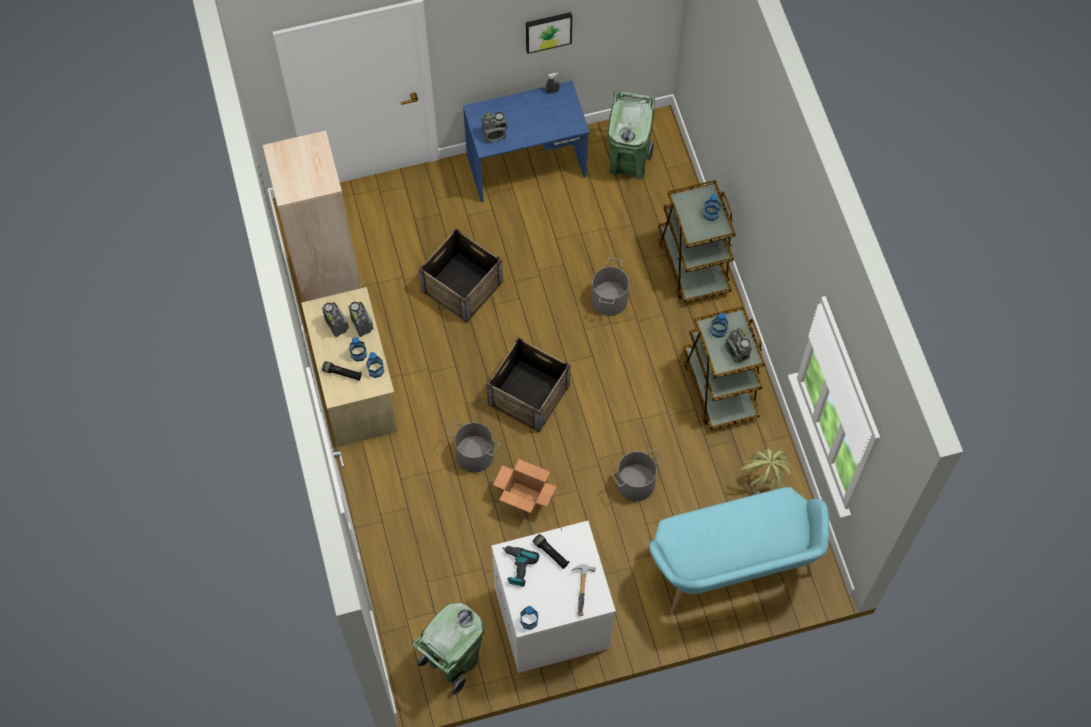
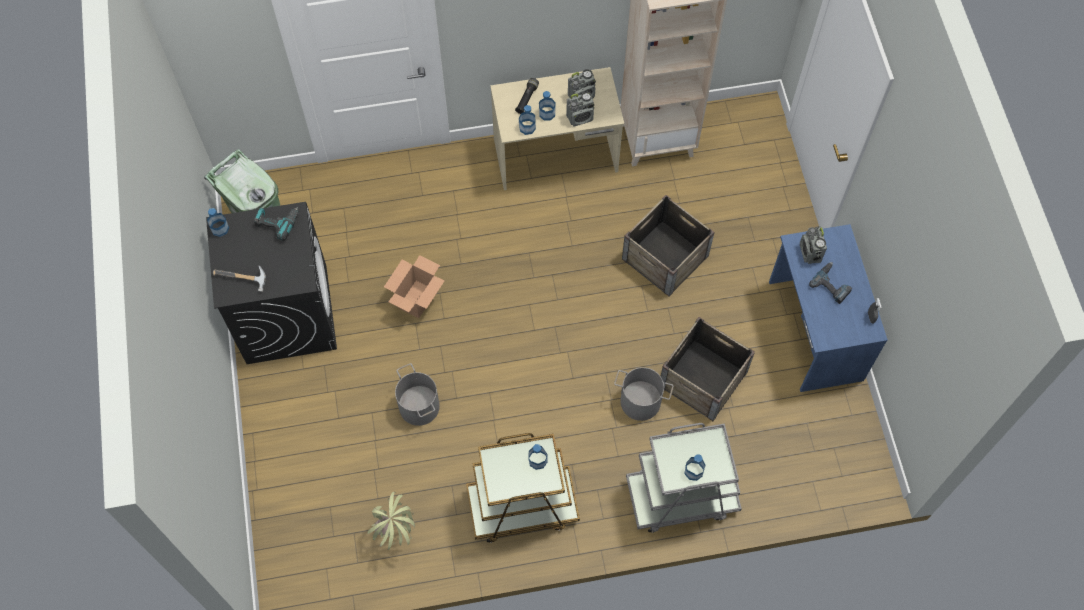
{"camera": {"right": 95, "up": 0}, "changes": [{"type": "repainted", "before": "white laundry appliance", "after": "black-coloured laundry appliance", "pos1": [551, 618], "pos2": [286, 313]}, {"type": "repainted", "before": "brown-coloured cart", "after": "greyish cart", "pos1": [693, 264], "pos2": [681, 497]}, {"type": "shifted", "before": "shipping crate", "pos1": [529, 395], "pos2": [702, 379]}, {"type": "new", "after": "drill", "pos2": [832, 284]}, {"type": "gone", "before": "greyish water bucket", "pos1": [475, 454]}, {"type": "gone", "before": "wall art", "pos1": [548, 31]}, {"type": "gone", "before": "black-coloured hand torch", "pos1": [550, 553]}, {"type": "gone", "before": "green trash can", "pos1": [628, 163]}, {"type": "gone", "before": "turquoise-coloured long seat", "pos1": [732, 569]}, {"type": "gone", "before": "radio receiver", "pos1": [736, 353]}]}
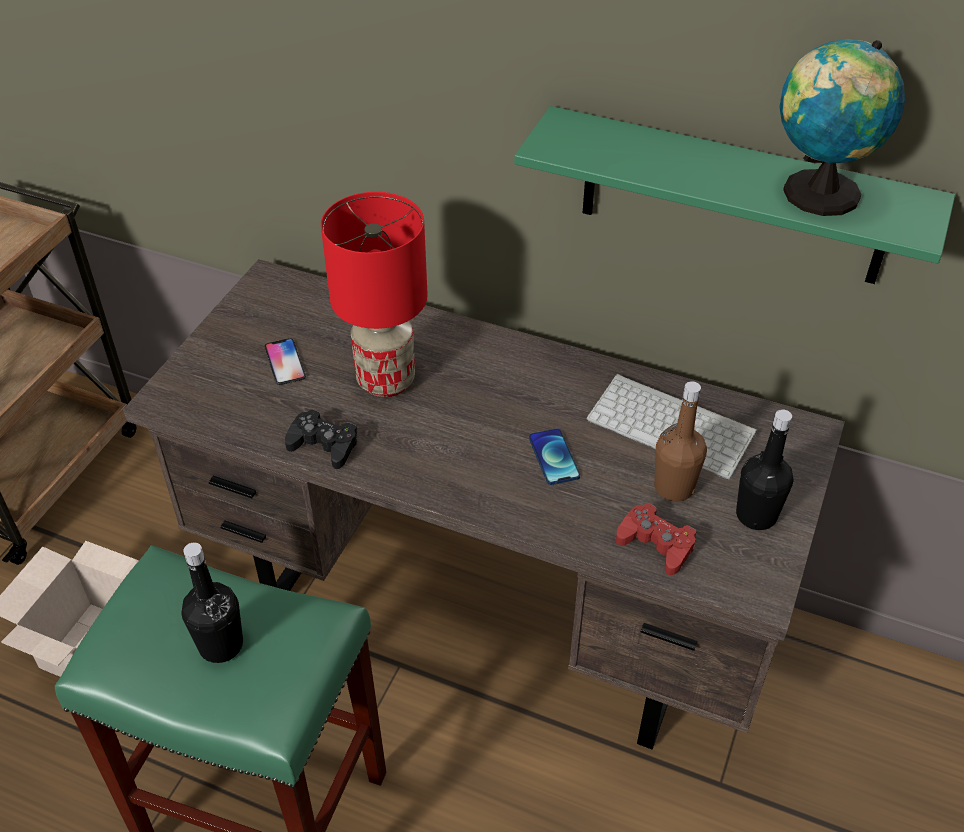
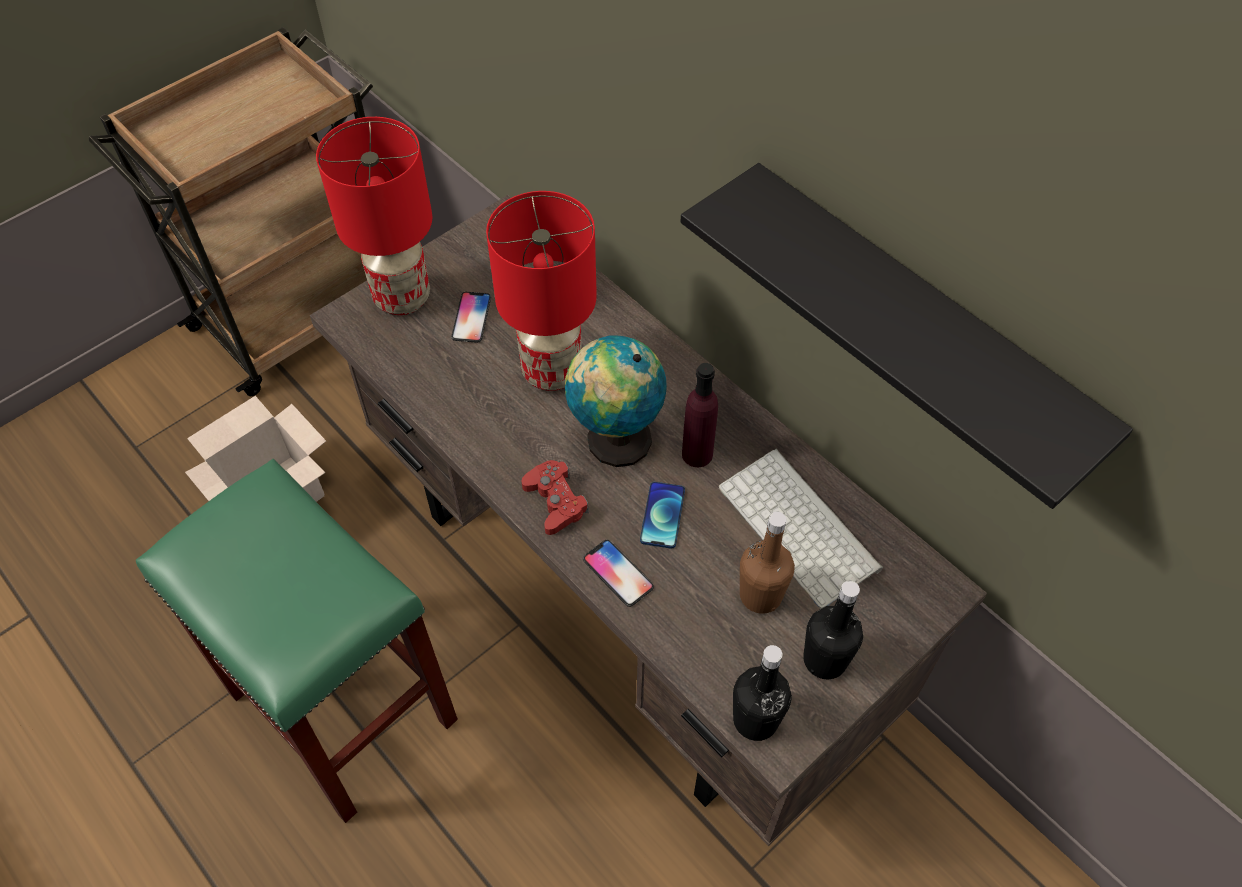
{"camera": {"right": 25, "up": 10}, "changes": [{"type": "new", "after": "red-coloured lamp for a table", "pos2": [401, 297]}, {"type": "shifted", "before": "red-coloured gamepad", "pos1": [656, 544], "pos2": [555, 501]}, {"type": "shifted", "before": "world globe", "pos1": [816, 195], "pos2": [614, 440]}, {"type": "new", "after": "telephone", "pos2": [618, 573]}, {"type": "repainted", "before": "green wall shelf", "after": "black-coloured wall shelf", "pos1": [733, 198], "pos2": [915, 329]}, {"type": "new", "after": "purplish drink bottle", "pos2": [697, 454]}, {"type": "shifted", "before": "black-coloured drink bottle", "pos1": [221, 645], "pos2": [755, 719]}, {"type": "gone", "before": "black-coloured gamepad", "pos1": [323, 445]}]}
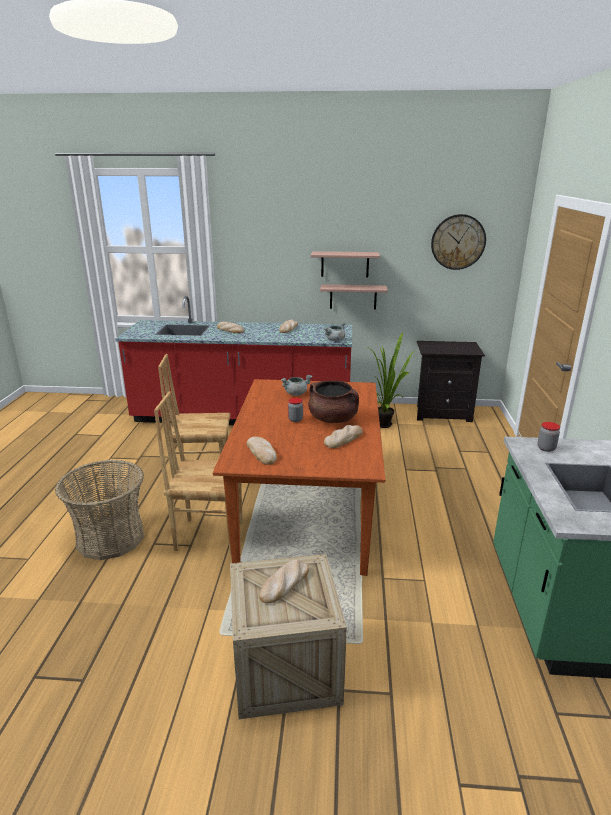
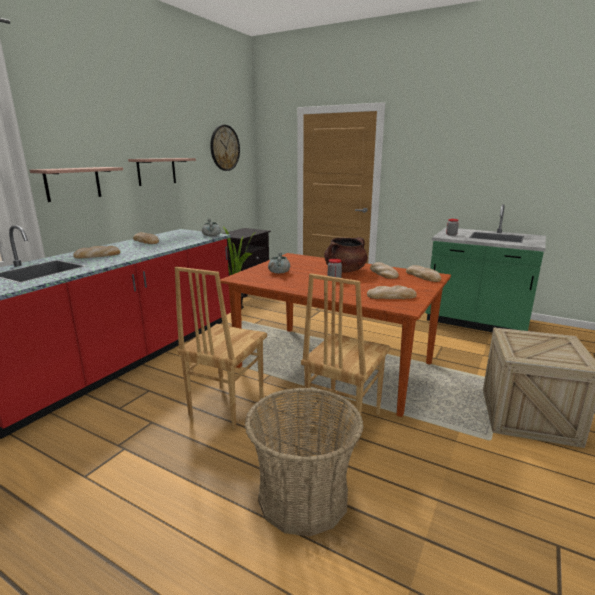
{"camera": {"right": -65, "up": -5}, "changes": [{"type": "shifted", "before": "wall shelf", "pos1": [353, 296], "pos2": [73, 183]}, {"type": "shifted", "before": "bakery bread", "pos1": [284, 584], "pos2": [423, 276]}]}
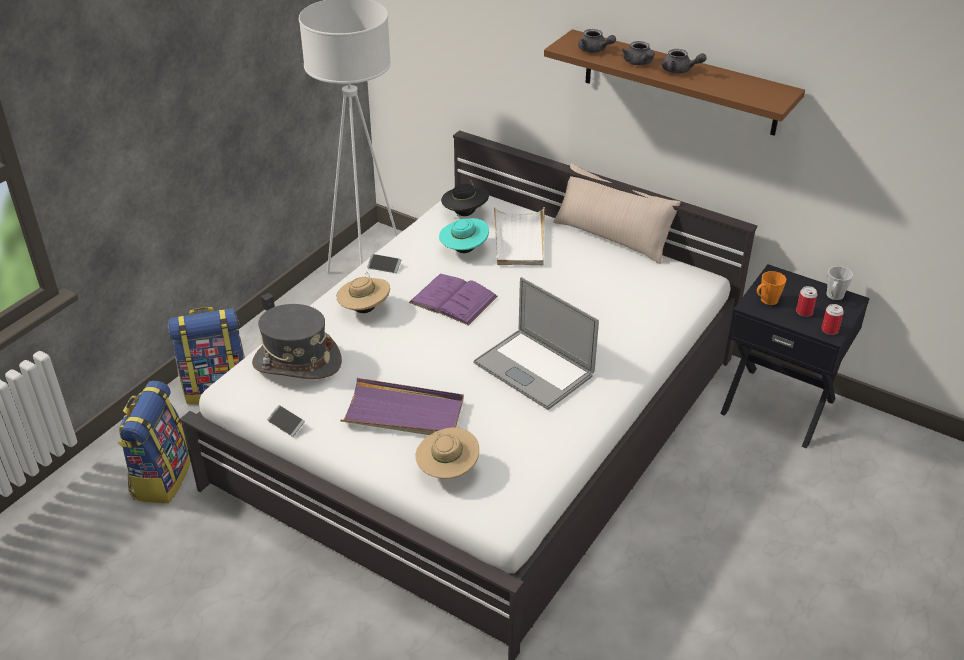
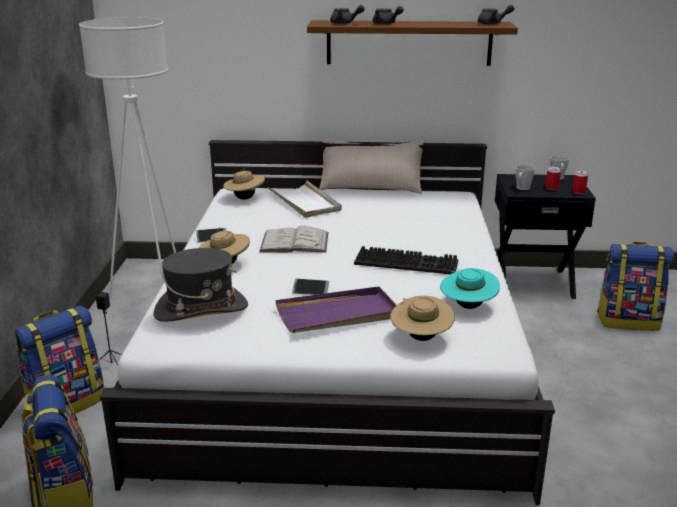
{"camera": {"right": -30, "up": -15}, "changes": [{"type": "repainted", "before": "black-coloured hat", "after": "beige hat", "pos1": [465, 213], "pos2": [244, 198]}, {"type": "repainted", "before": "purplish book", "after": "white book", "pos1": [453, 299], "pos2": [294, 242]}, {"type": "shifted", "before": "telephone", "pos1": [286, 424], "pos2": [310, 290]}, {"type": "swapped", "before": "portable computer", "after": "keyboard", "pos1": [533, 369], "pos2": [408, 263]}, {"type": "shifted", "before": "turquoise-coloured hat", "pos1": [464, 250], "pos2": [467, 306]}, {"type": "shifted", "before": "greyish tea pot", "pos1": [680, 70], "pos2": [493, 24]}, {"type": "repainted", "before": "orange-coloured mug", "after": "greyish mug", "pos1": [766, 301], "pos2": [522, 188]}, {"type": "new", "after": "knapsack", "pos2": [628, 321]}]}
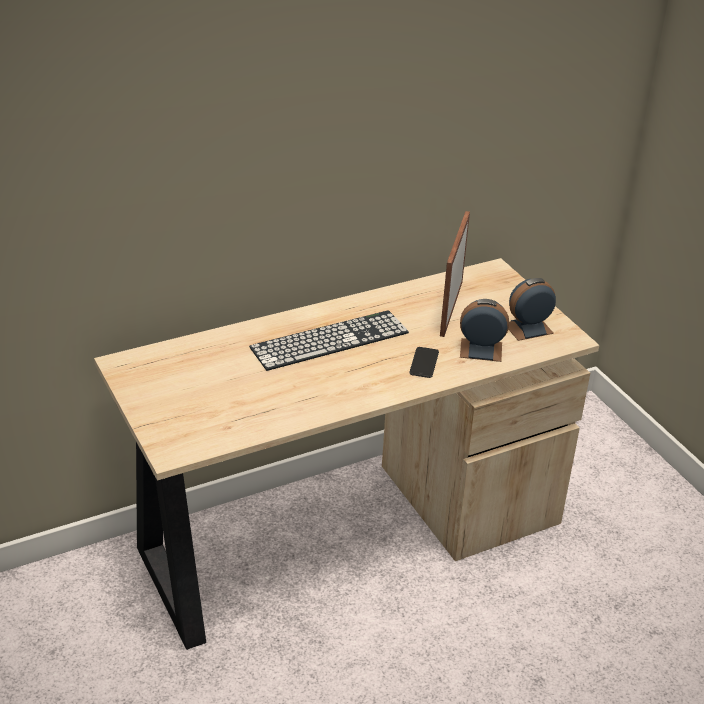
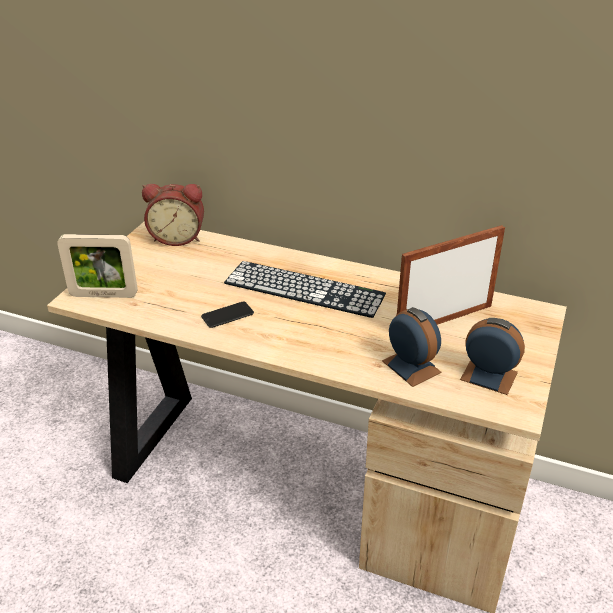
{"camera": {"right": 50, "up": 0}, "changes": [{"type": "new", "after": "picture frame", "pos2": [103, 295]}, {"type": "new", "after": "table clock", "pos2": [178, 237]}, {"type": "shifted", "before": "telephone", "pos1": [424, 363], "pos2": [227, 315]}]}
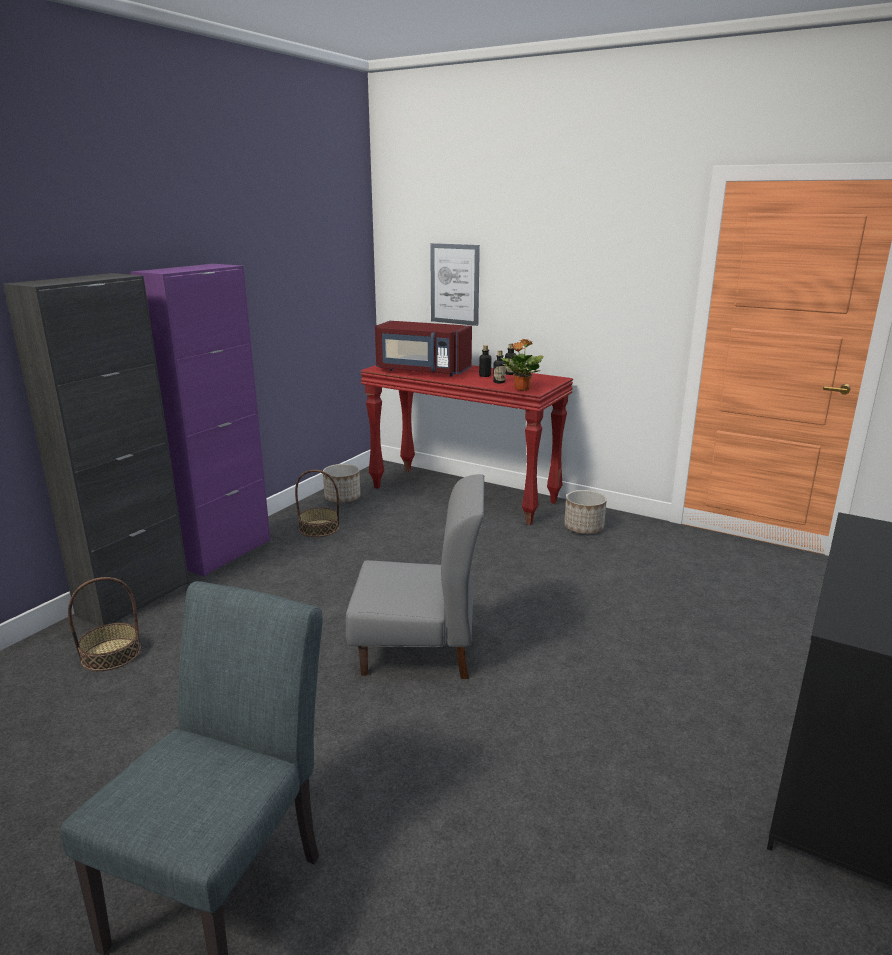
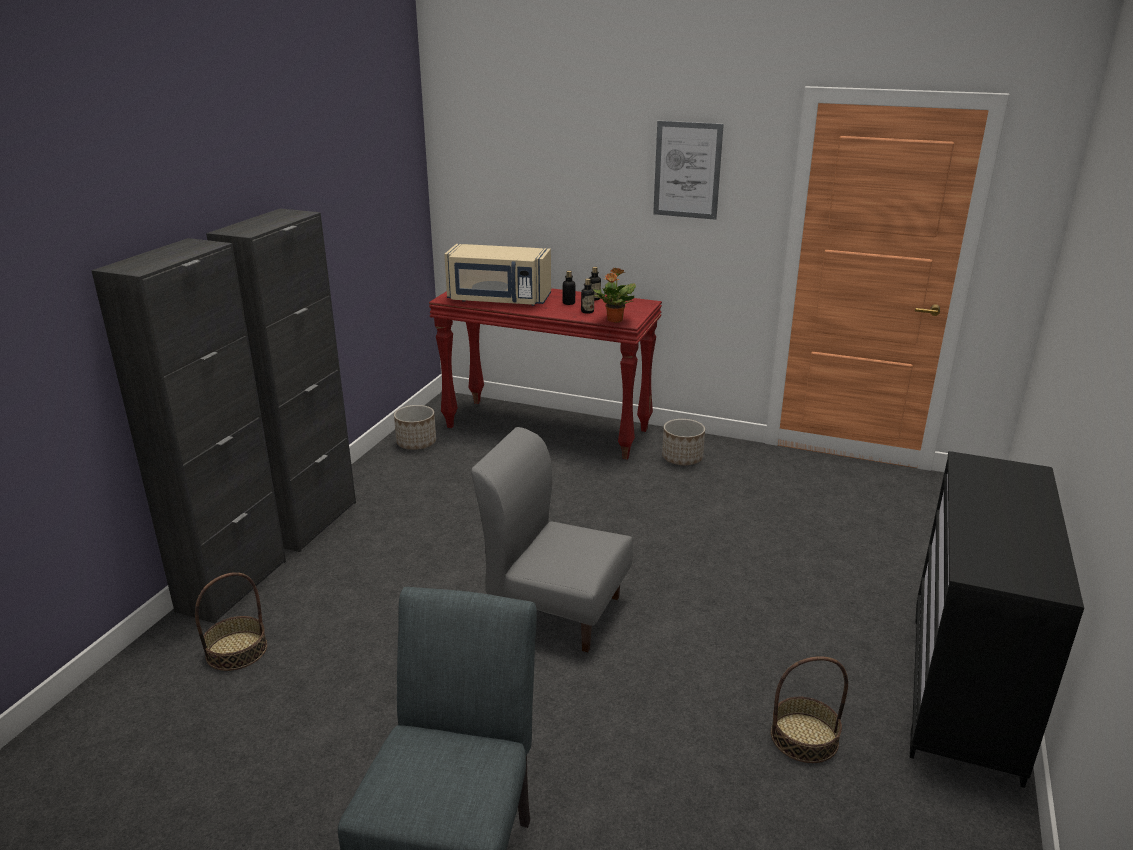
{"camera": {"right": -10, "up": 5}, "changes": [{"type": "repainted", "before": "purplish cupboard", "after": "black-coloured cupboard", "pos1": [224, 553], "pos2": [311, 522]}, {"type": "repainted", "before": "red-coloured microwave", "after": "beige microwave", "pos1": [422, 371], "pos2": [498, 300]}, {"type": "rotated", "before": "greyish plain chair", "pos1": [418, 649], "pos2": [555, 609], "turn": -150}, {"type": "shifted", "before": "wall art", "pos1": [454, 284], "pos2": [687, 170]}, {"type": "shifted", "before": "storage basket", "pos1": [319, 528], "pos2": [804, 737]}]}
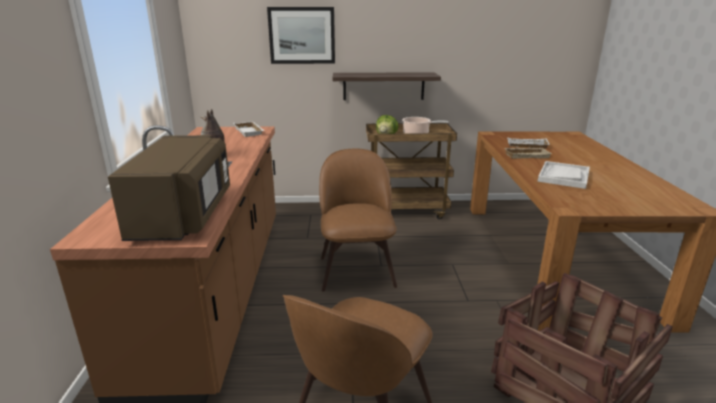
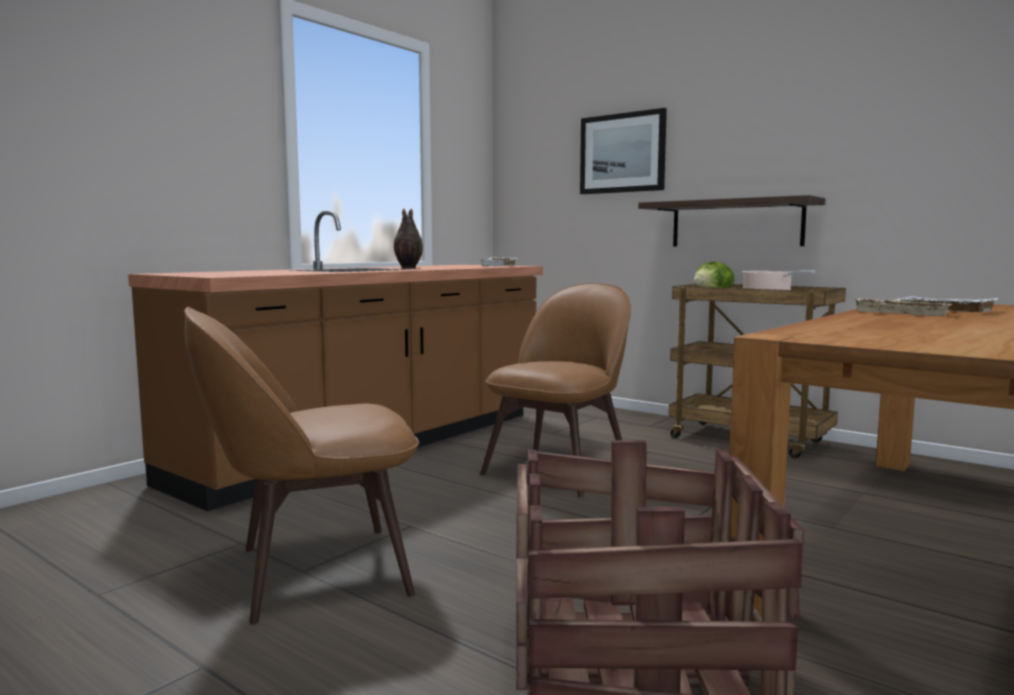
{"camera": {"right": 40, "up": -15}, "changes": [{"type": "gone", "before": "brown-coloured microwave", "pos1": [184, 215]}, {"type": "gone", "before": "white serving tray", "pos1": [563, 176]}]}
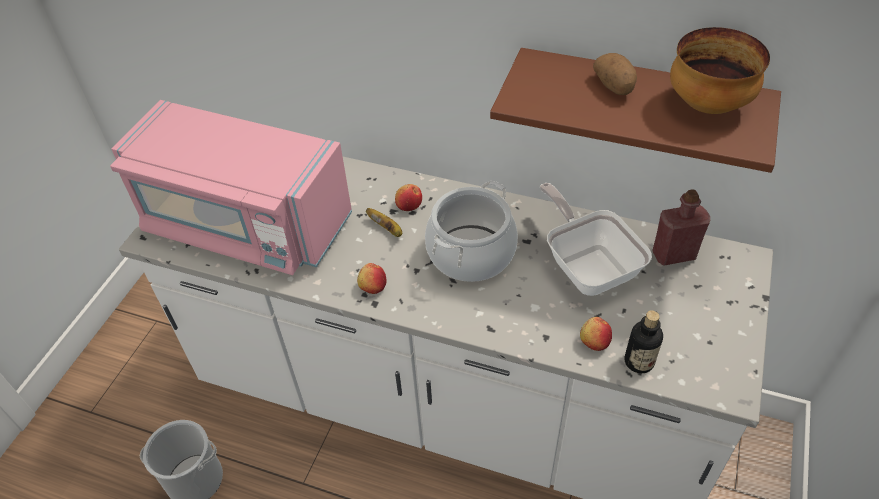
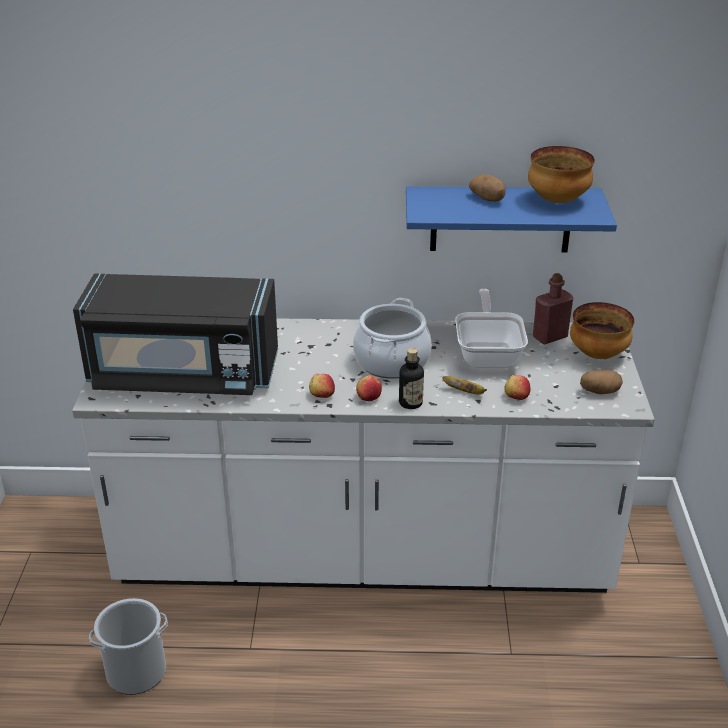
{"camera": {"right": -20, "up": -15}, "changes": [{"type": "repainted", "before": "pinkish microwave", "after": "black-coloured microwave", "pos1": [245, 224], "pos2": [183, 374]}, {"type": "shifted", "before": "whole apple", "pos1": [409, 205], "pos2": [368, 397]}, {"type": "shifted", "before": "drink bottle", "pos1": [639, 361], "pos2": [410, 403]}, {"type": "repainted", "before": "brown-coloured wall shelf", "after": "bluish wall shelf", "pos1": [638, 105], "pos2": [501, 219]}, {"type": "shifted", "before": "banana fruit", "pos1": [387, 229], "pos2": [465, 392]}, {"type": "rotated", "before": "skillet", "pos1": [588, 266], "pos2": [488, 354], "turn": 45}, {"type": "new", "after": "bowl", "pos2": [598, 354]}, {"type": "new", "after": "potato", "pos2": [600, 391]}]}
